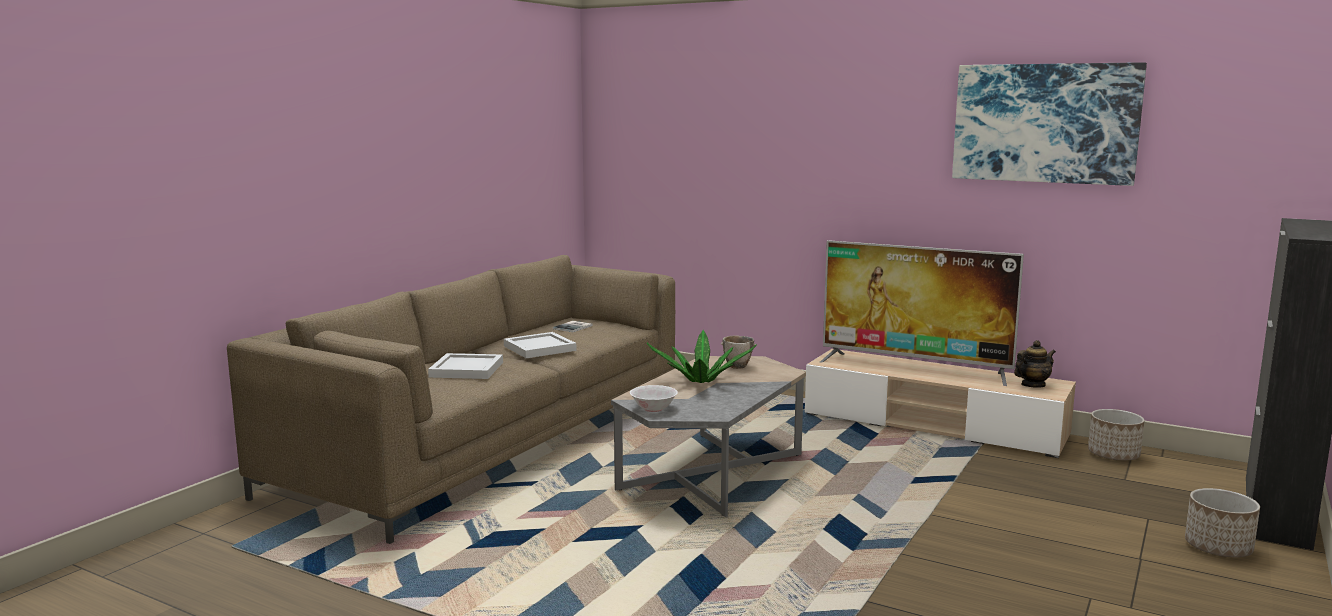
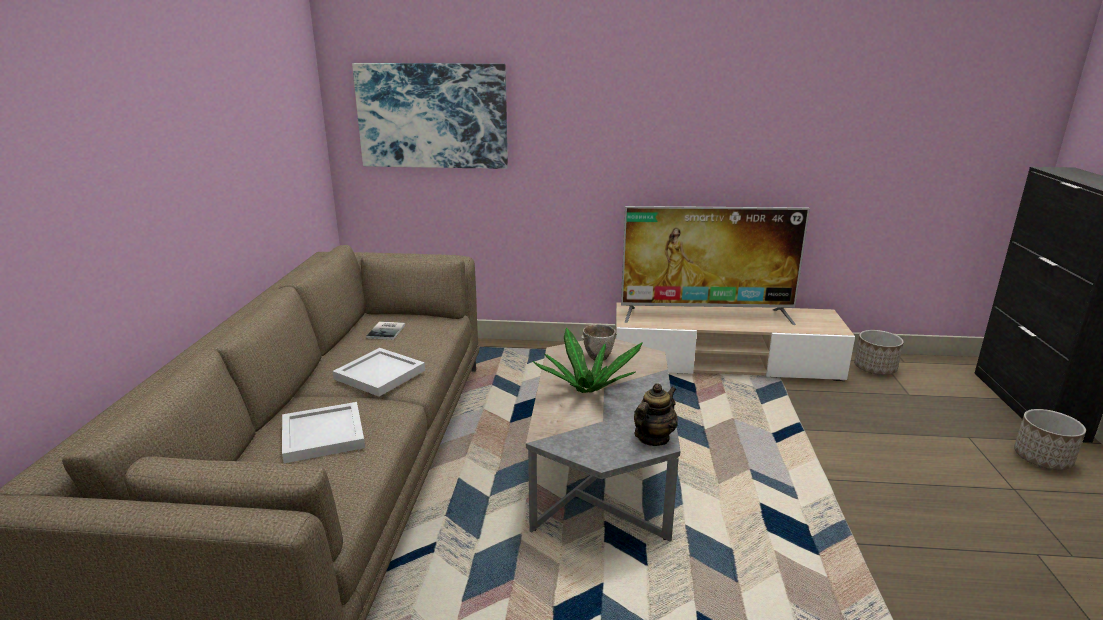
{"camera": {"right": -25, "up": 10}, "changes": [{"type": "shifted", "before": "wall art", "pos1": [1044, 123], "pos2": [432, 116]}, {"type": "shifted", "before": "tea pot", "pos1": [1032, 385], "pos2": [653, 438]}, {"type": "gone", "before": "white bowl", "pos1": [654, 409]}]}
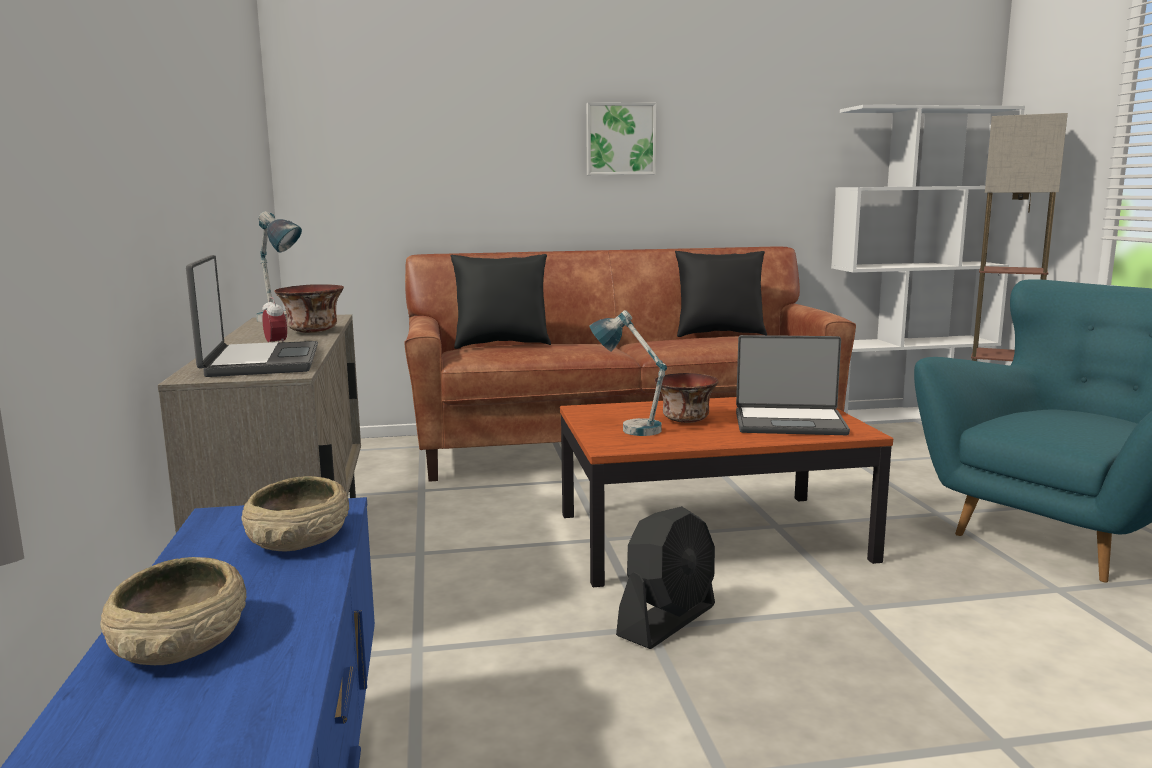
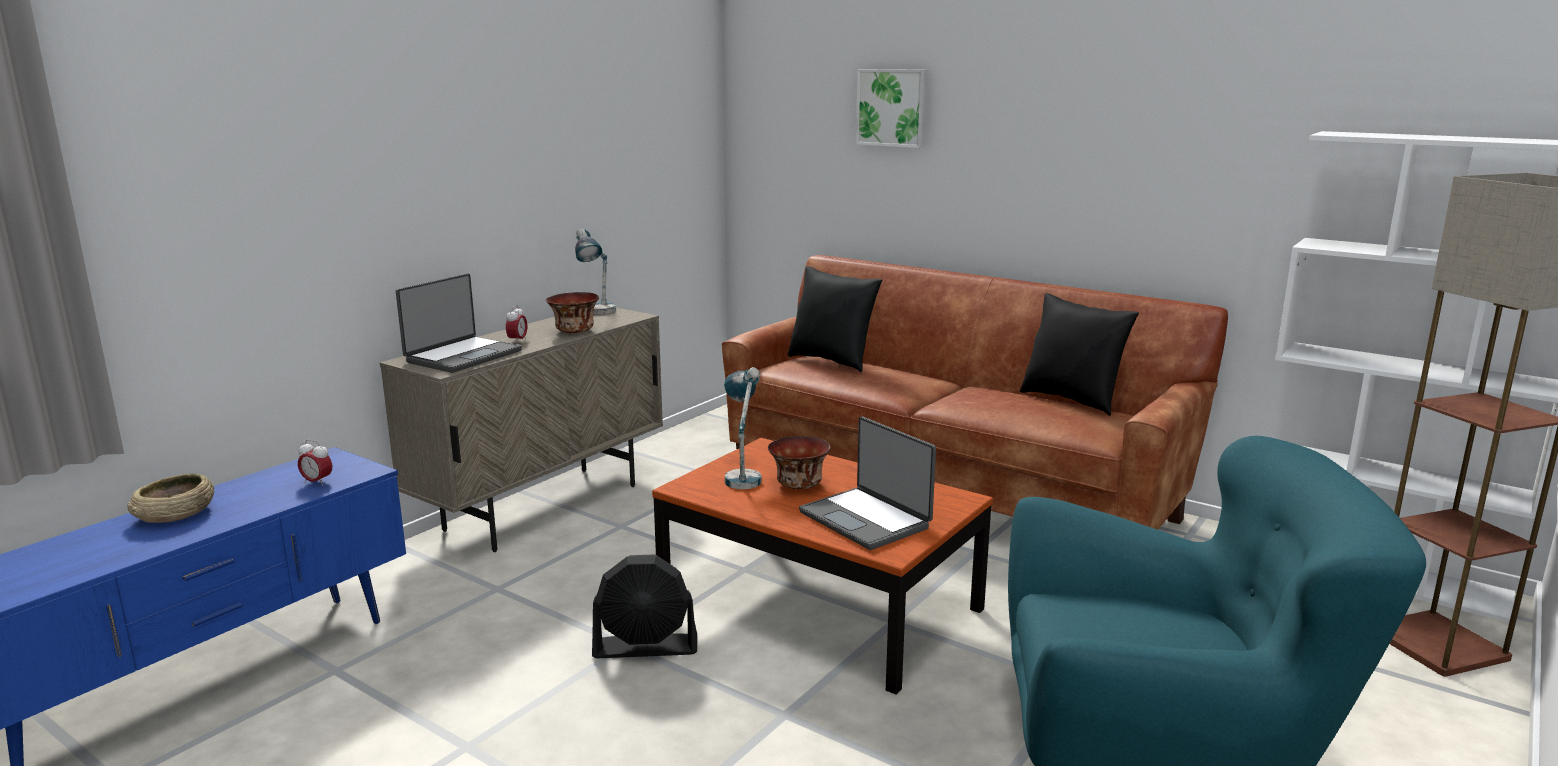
{"camera": {"right": 45, "up": 5}, "changes": [{"type": "swapped", "before": "beige bowl", "after": "table clock", "pos1": [299, 537], "pos2": [317, 482]}, {"type": "shifted", "before": "wall art", "pos1": [620, 139], "pos2": [892, 107]}]}
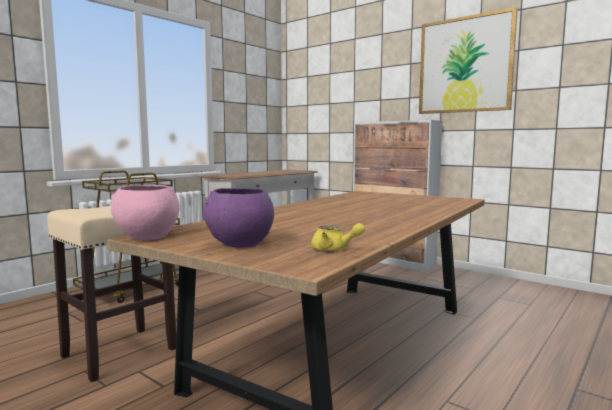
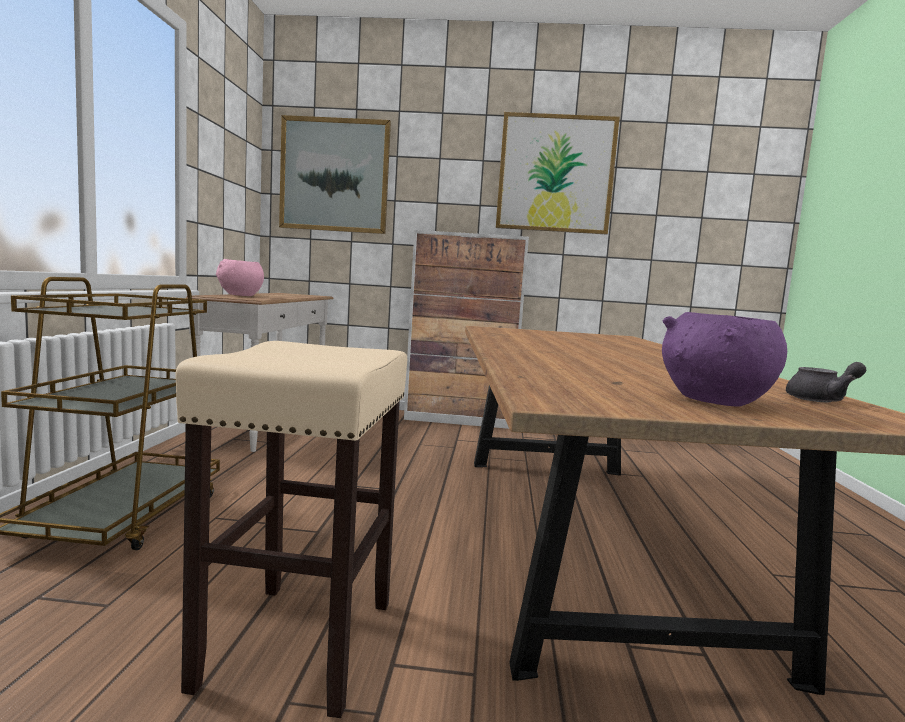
{"camera": {"right": -35, "up": 0}, "changes": [{"type": "shifted", "before": "pinkish bowl", "pos1": [147, 237], "pos2": [240, 295]}, {"type": "new", "after": "wall art", "pos2": [334, 175]}, {"type": "repainted", "before": "yellow tea pot", "after": "greyish tea pot", "pos1": [334, 249], "pos2": [822, 400]}]}
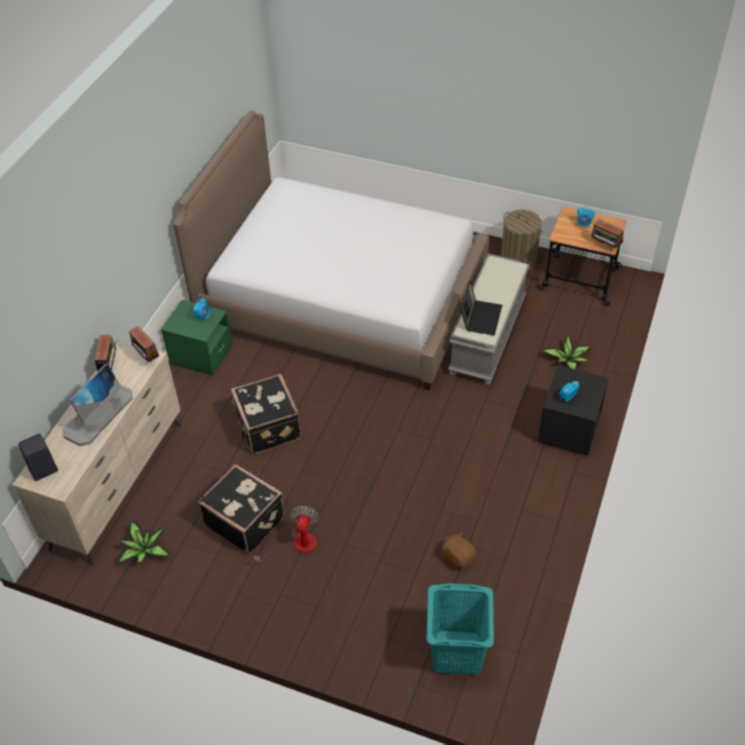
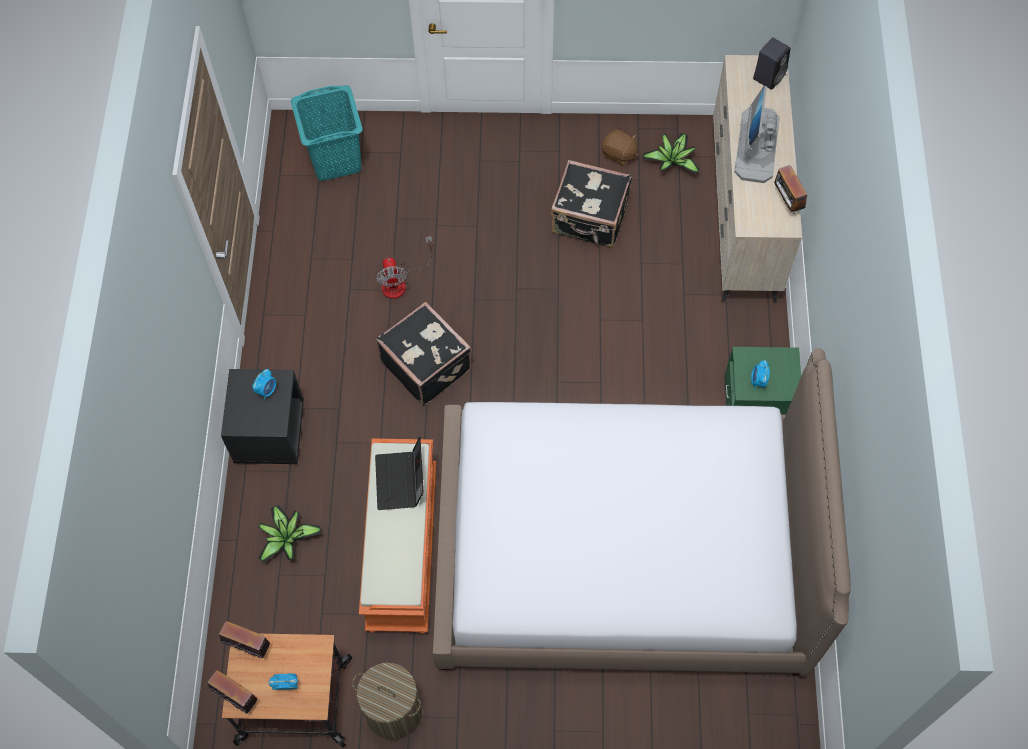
{"camera": {"right": 160, "up": 15}, "changes": [{"type": "shifted", "before": "radio receiver", "pos1": [147, 357], "pos2": [236, 696]}, {"type": "repainted", "before": "greyish long seat", "after": "orange-coloured long seat", "pos1": [487, 335], "pos2": [403, 549]}, {"type": "shifted", "before": "cooling fan", "pos1": [297, 547], "pos2": [400, 281]}, {"type": "shifted", "before": "black-coloured piece of luggage", "pos1": [267, 427], "pos2": [427, 364]}, {"type": "shifted", "before": "brown-coloured soft toy", "pos1": [458, 557], "pos2": [619, 154]}]}
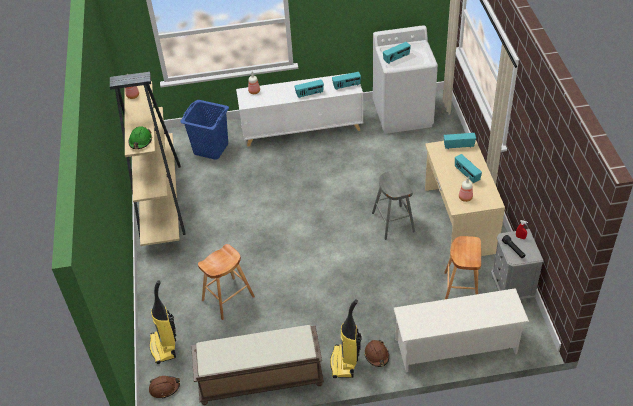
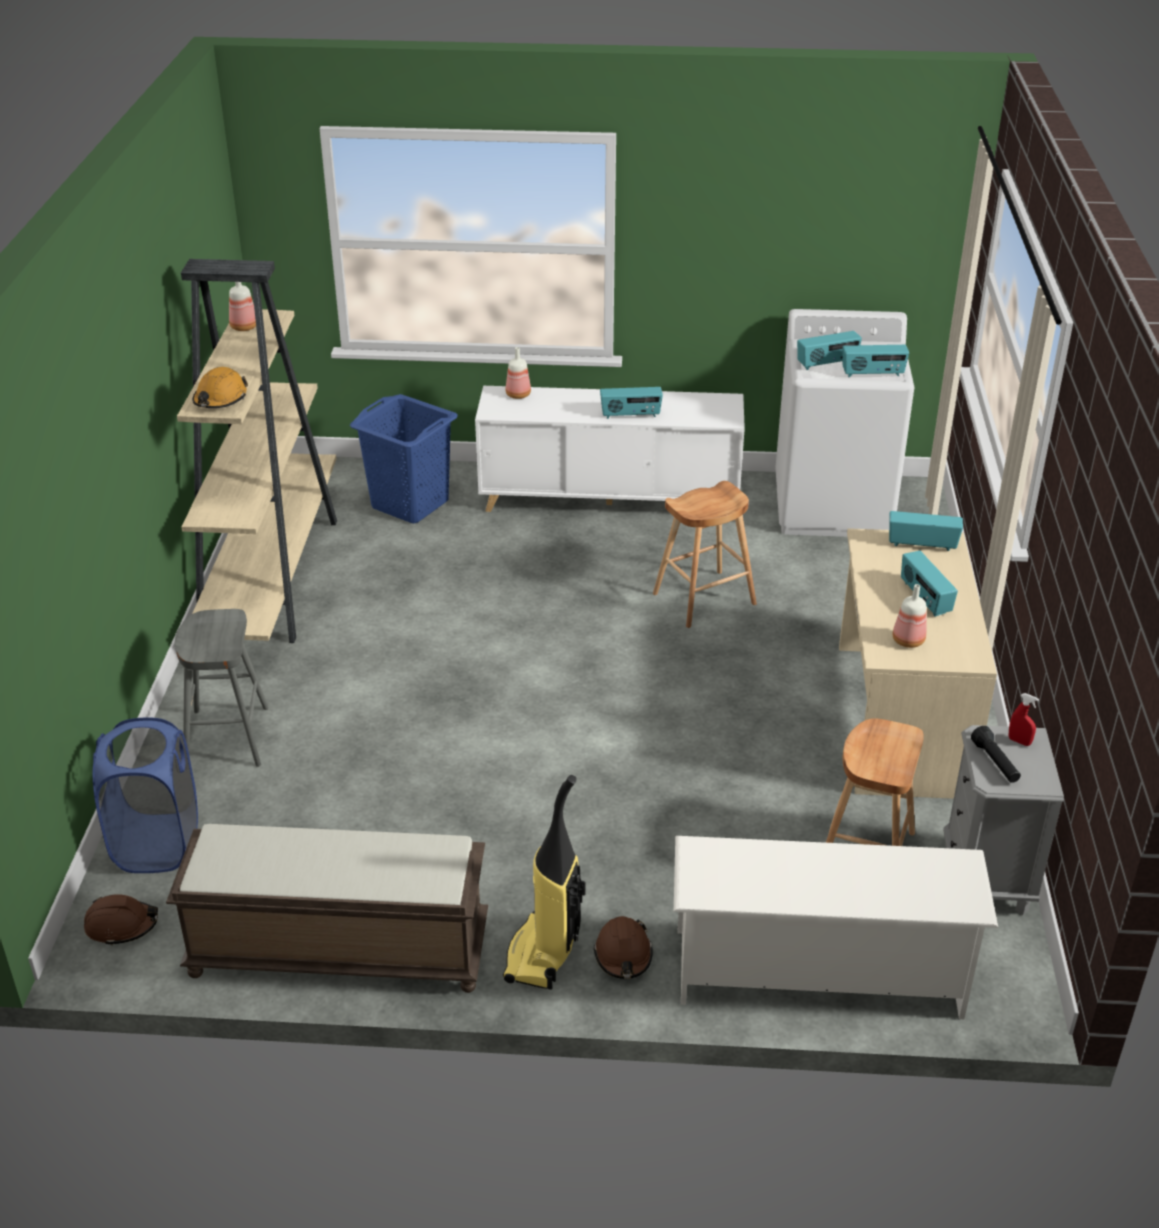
{"camera": {"right": 10, "up": -10}, "changes": [{"type": "swapped", "before": "vacuum cleaner", "after": "bluish laundry basket", "pos1": [164, 347], "pos2": [158, 844]}, {"type": "shifted", "before": "greyish sitting stool", "pos1": [393, 222], "pos2": [227, 738]}, {"type": "repainted", "before": "green hard hat", "after": "orange-coloured hard hat", "pos1": [140, 141], "pos2": [220, 399]}, {"type": "shifted", "before": "brown-coloured sitting stool", "pos1": [228, 298], "pos2": [704, 599]}, {"type": "shifted", "before": "radio receiver", "pos1": [346, 86], "pos2": [872, 374]}]}
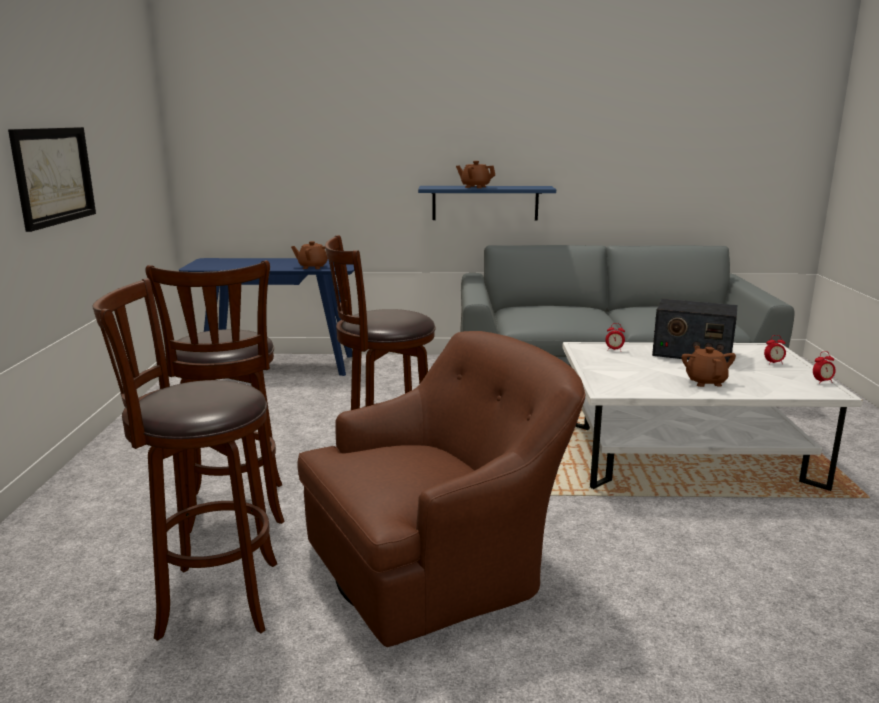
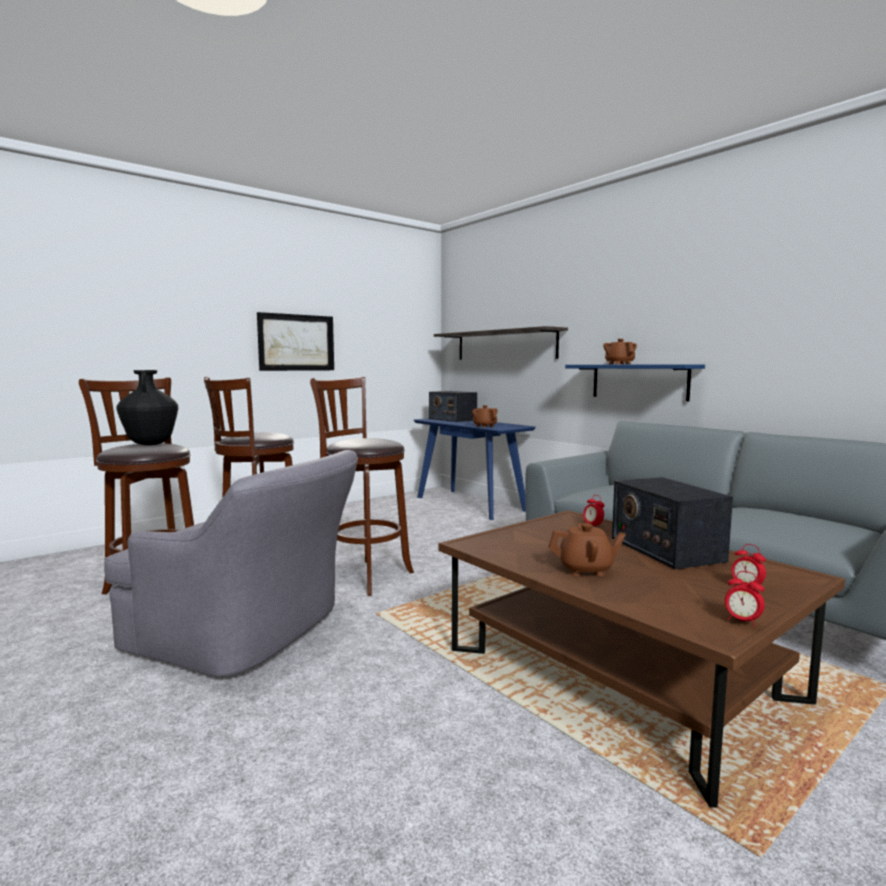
{"camera": {"right": 50, "up": -10}, "changes": [{"type": "repainted", "before": "brown-coloured armchair", "after": "greyish armchair", "pos1": [440, 563], "pos2": [251, 633]}, {"type": "new", "after": "black-coloured flower vase", "pos2": [150, 444]}, {"type": "new", "after": "radio receiver", "pos2": [452, 419]}, {"type": "new", "after": "wall shelf", "pos2": [505, 345]}, {"type": "repainted", "before": "white low table", "after": "brown-coloured low table", "pos1": [686, 454], "pos2": [618, 675]}, {"type": "rotated", "before": "brown-coloured tea pot", "pos1": [705, 382], "pos2": [585, 570], "turn": 45}]}
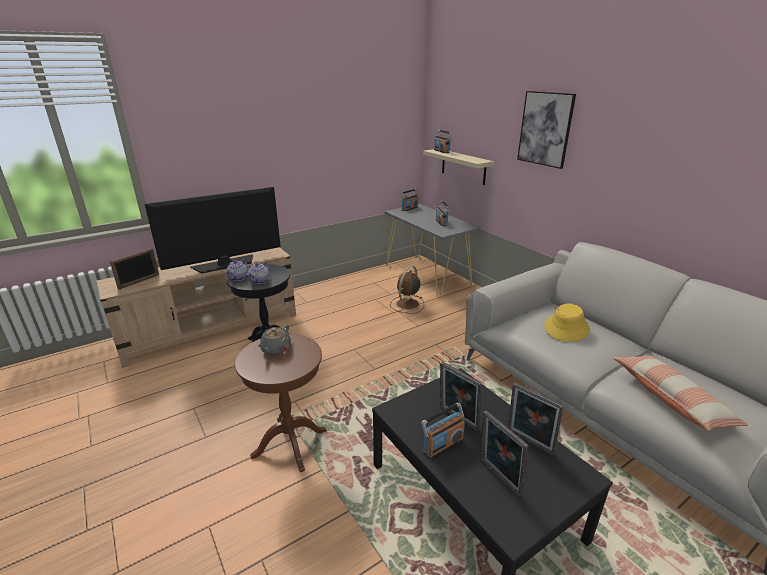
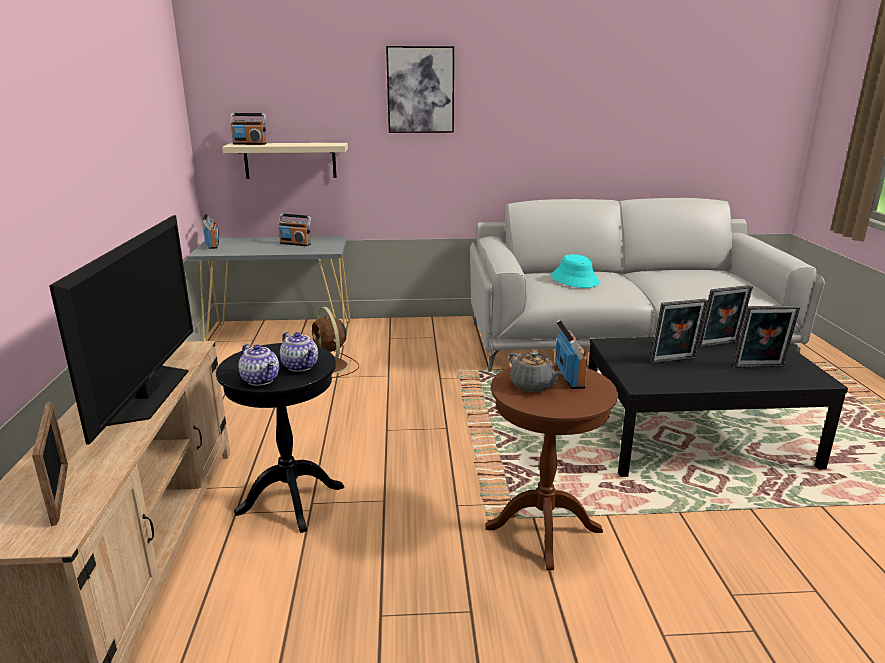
{"camera": {"right": -60, "up": -5}, "changes": [{"type": "repainted", "before": "yellow hat", "after": "turquoise-coloured hat", "pos1": [566, 328], "pos2": [575, 279]}, {"type": "shifted", "before": "radio receiver", "pos1": [443, 445], "pos2": [569, 376]}, {"type": "gone", "before": "cushion", "pos1": [671, 399]}]}
